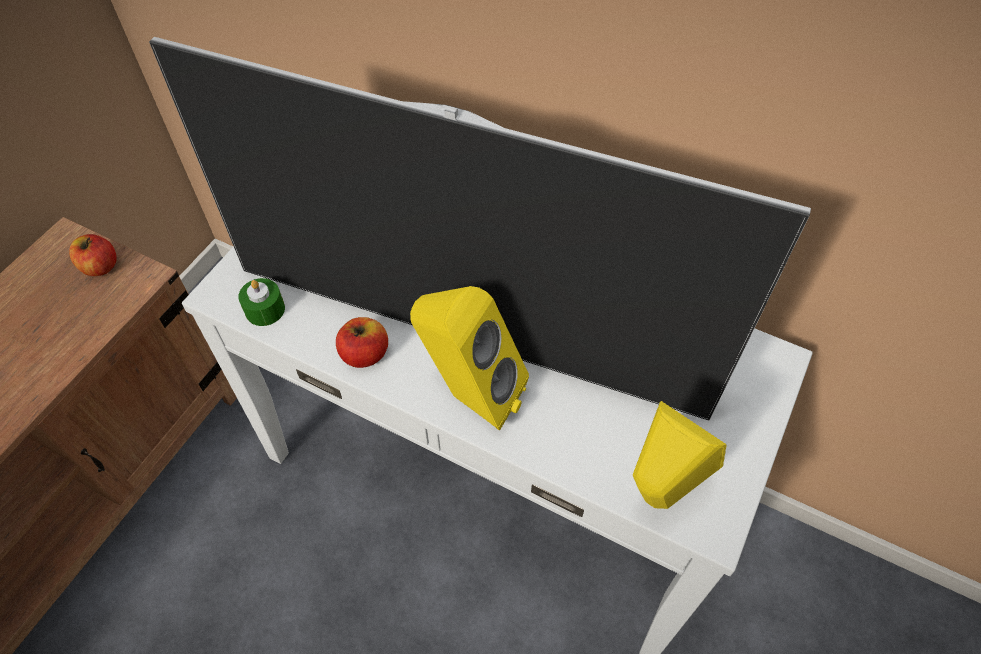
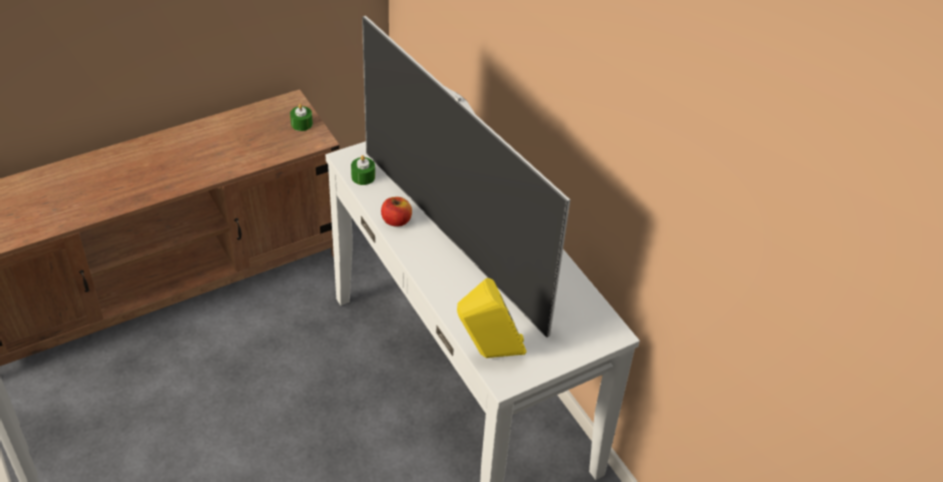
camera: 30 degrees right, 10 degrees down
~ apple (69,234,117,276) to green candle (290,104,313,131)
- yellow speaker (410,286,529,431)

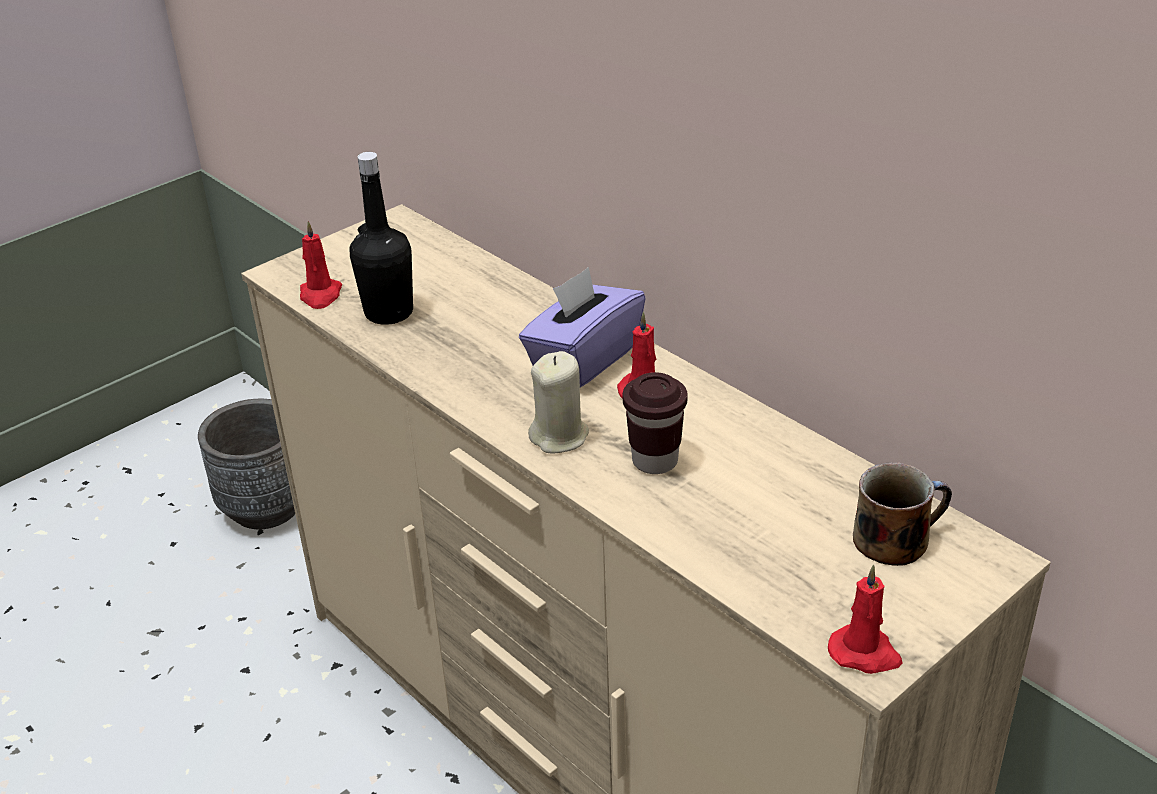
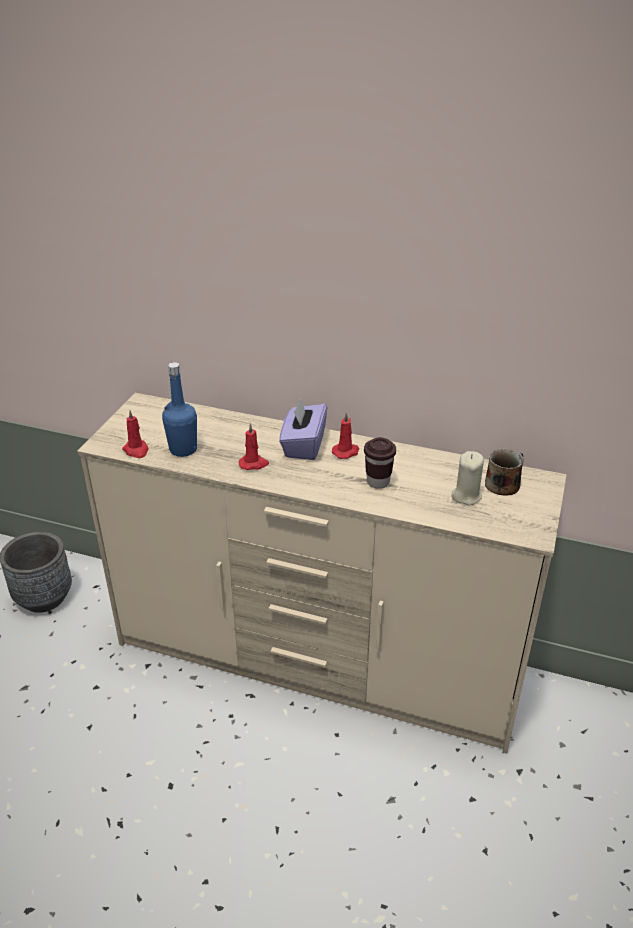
camera: 30 degrees left, 0 degrees up
~ black bottle (349,152,413,325) to blue bottle (162,362,197,457)
~ beige candle (528,351,589,453) to (451,451,484,505)
~ red candle (828,565,902,674) to (239,423,269,470)

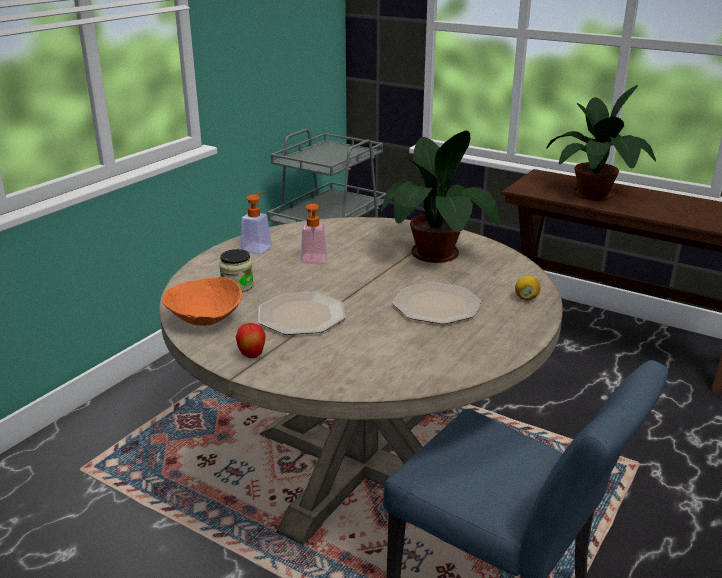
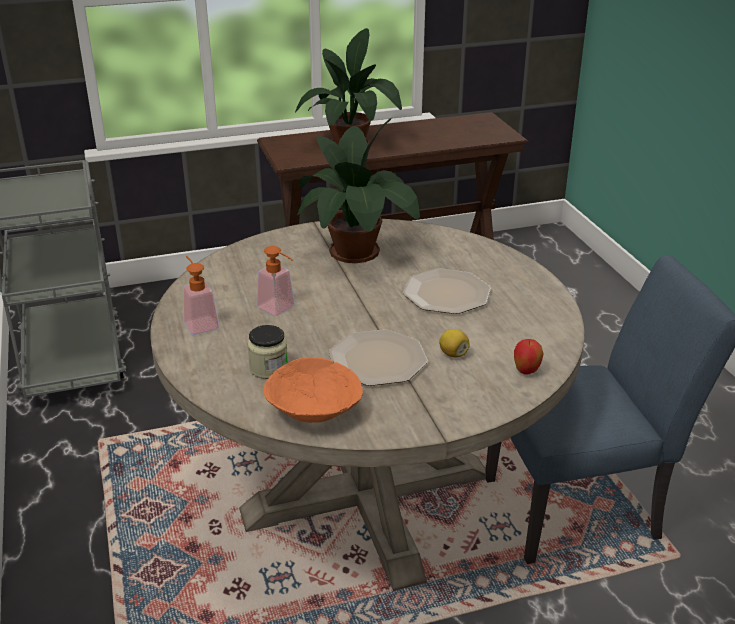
camera: 50 degrees left, 5 degrees up
~ lemon (515,276,540,300) to (439,329,470,358)
~ apple (236,323,266,358) to (514,339,544,375)

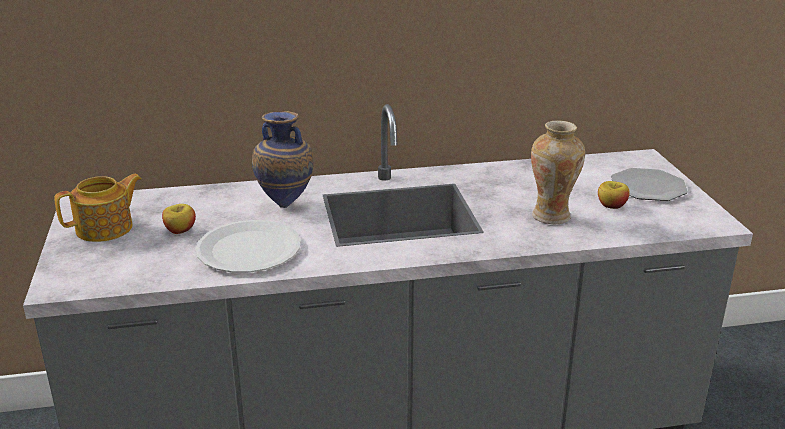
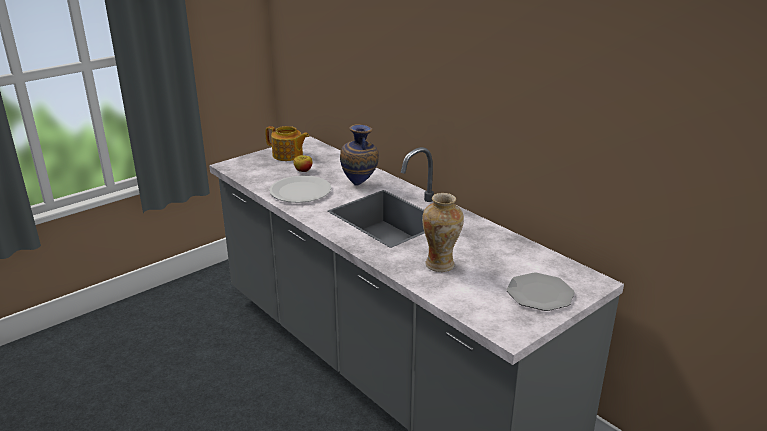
camera: 60 degrees right, 0 degrees up
- apple (598,181,630,209)

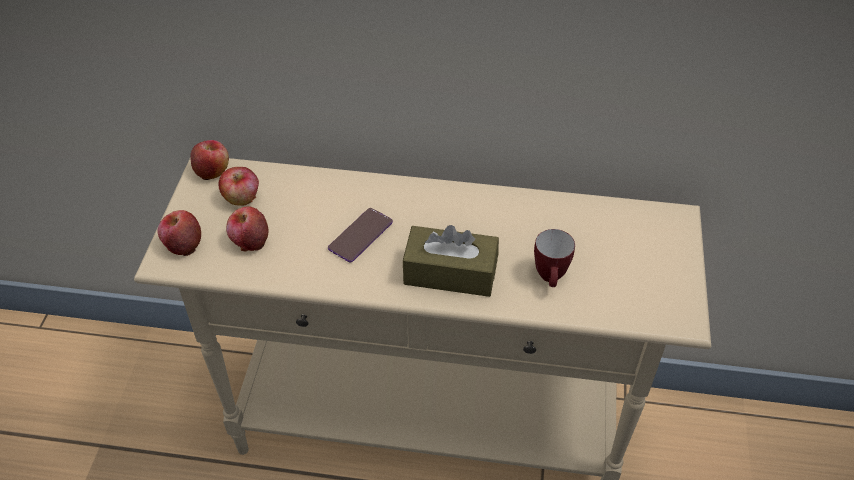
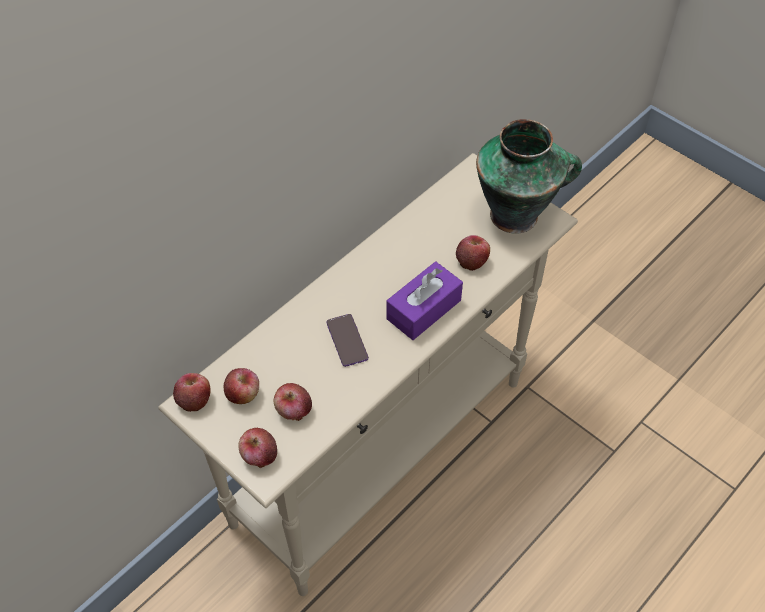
camera: 55 degrees left, 5 degrees up
~ brown tissue box (403,225,499,297) to purple tissue box (386,262,463,340)
~ mug (534,229,575,287) to apple (456,235,490,271)
+ vase (476,119,582,234)

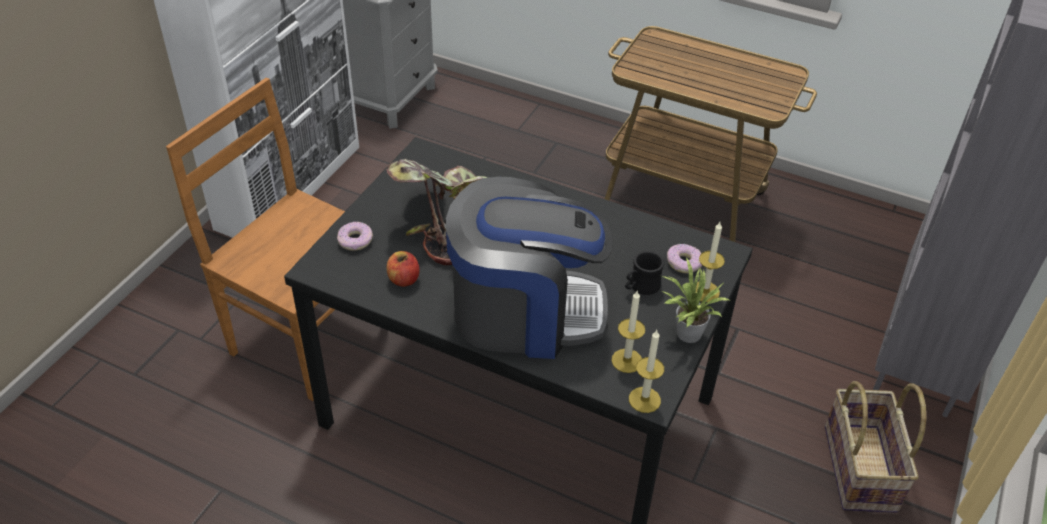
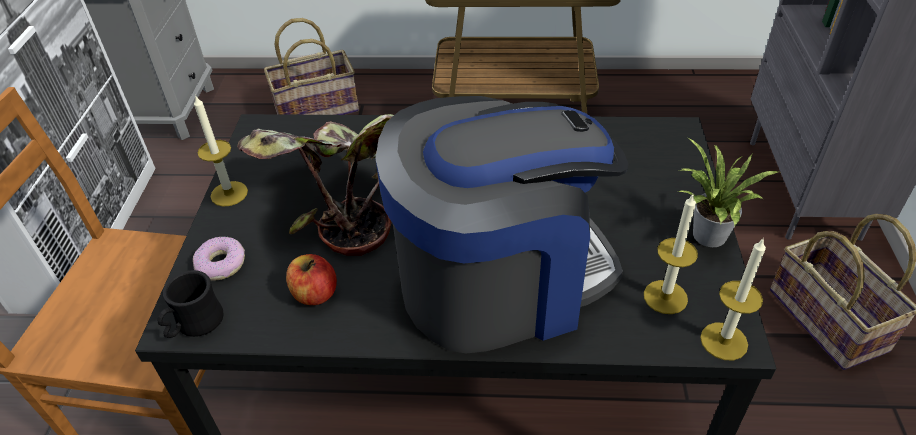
camera: 20 degrees left, 0 degrees up
~ candle (696,222,725,302) to (194,95,248,206)
- donut (667,244,702,273)
~ black mug (625,251,664,295) to (157,270,224,338)
+ basket (264,18,359,115)

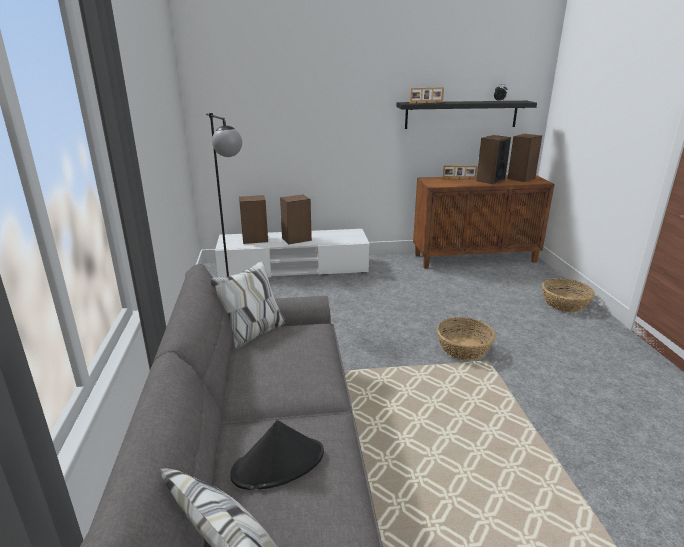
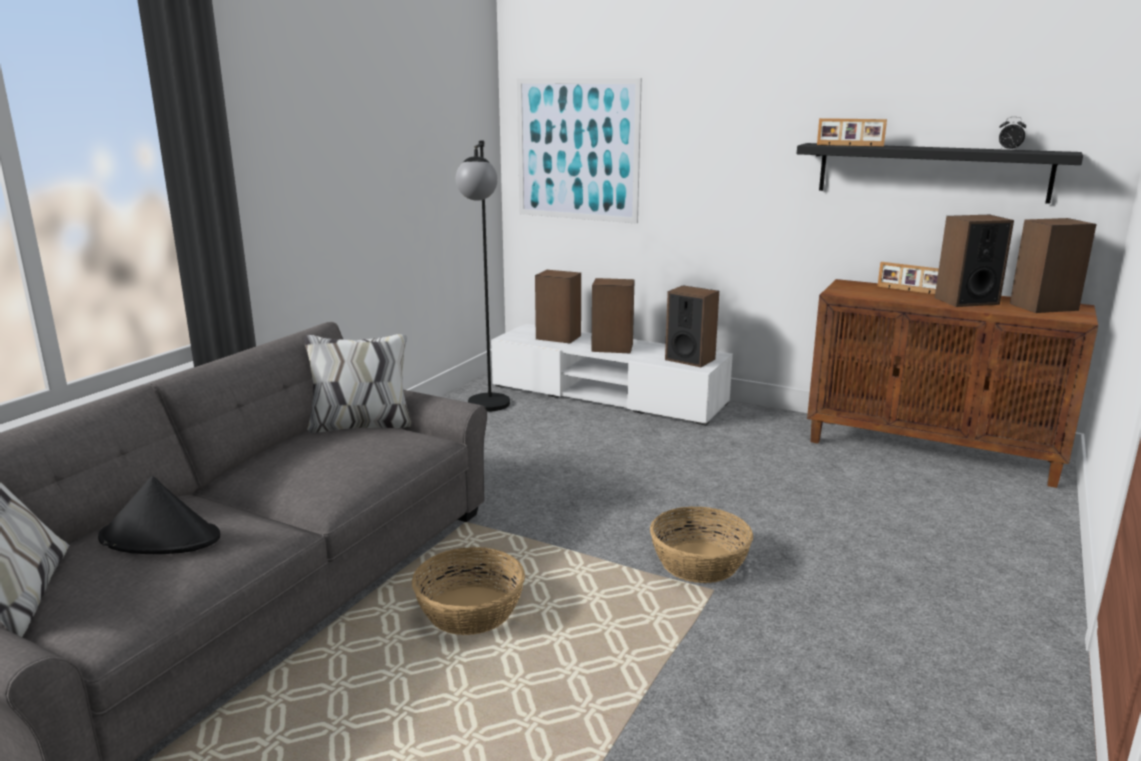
camera: 35 degrees right, 5 degrees down
~ basket (542,278,595,313) to (412,547,525,635)
+ picture (517,78,642,224)
+ speaker (665,285,719,367)

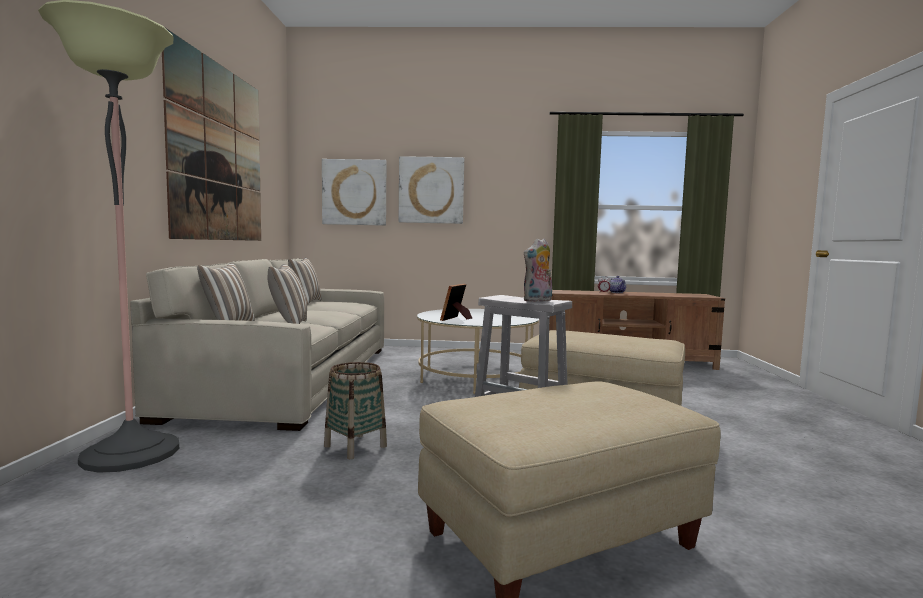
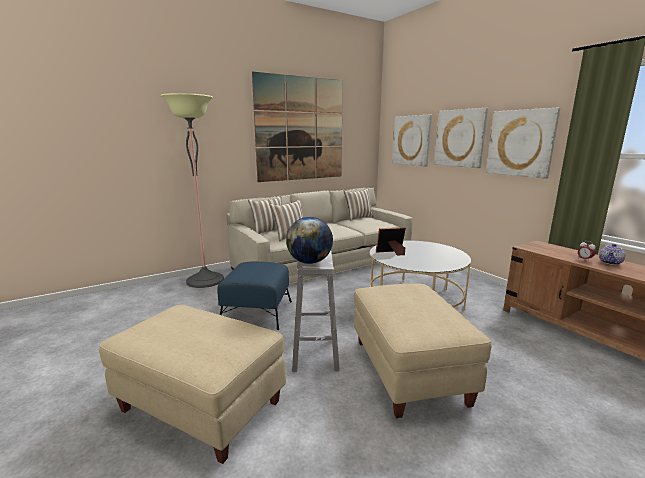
camera: 55 degrees right, 10 degrees up
~ plush toy (524,239,552,302) to globe (286,217,333,264)
~ basket (324,362,387,459) to blue ottoman (217,262,292,330)
+ picture (486,108,560,179)

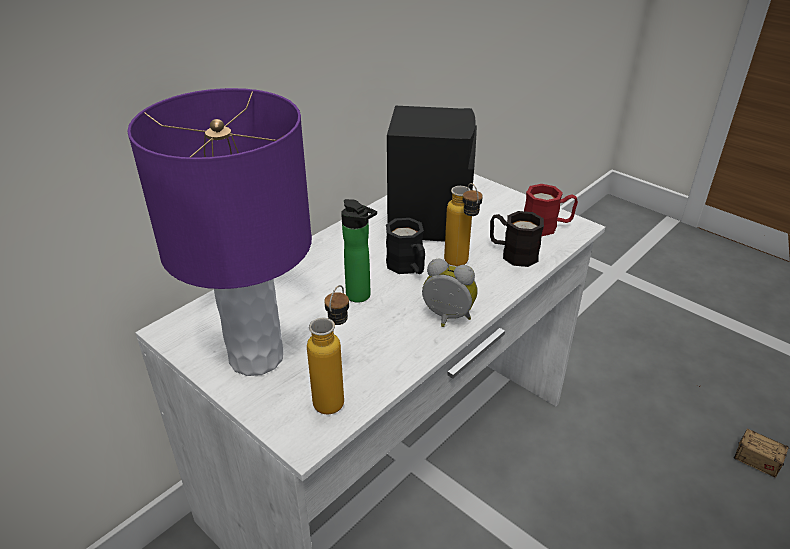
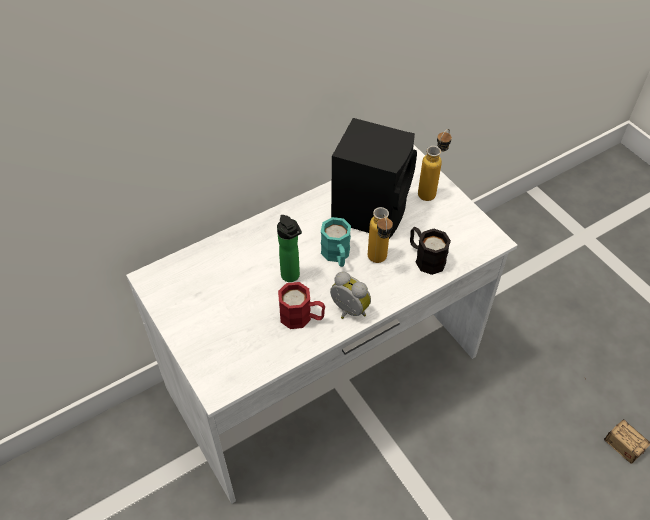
camera: 15 degrees right, 15 degrees up
- purple table lamp (127,88,312,376)
~ red mug (524,184,578,236) to (278,282,325,329)
~ black mug (386,218,425,274) to turquoise mug (321,217,351,267)
~ bottle (307,285,349,414) to (418,129,452,201)

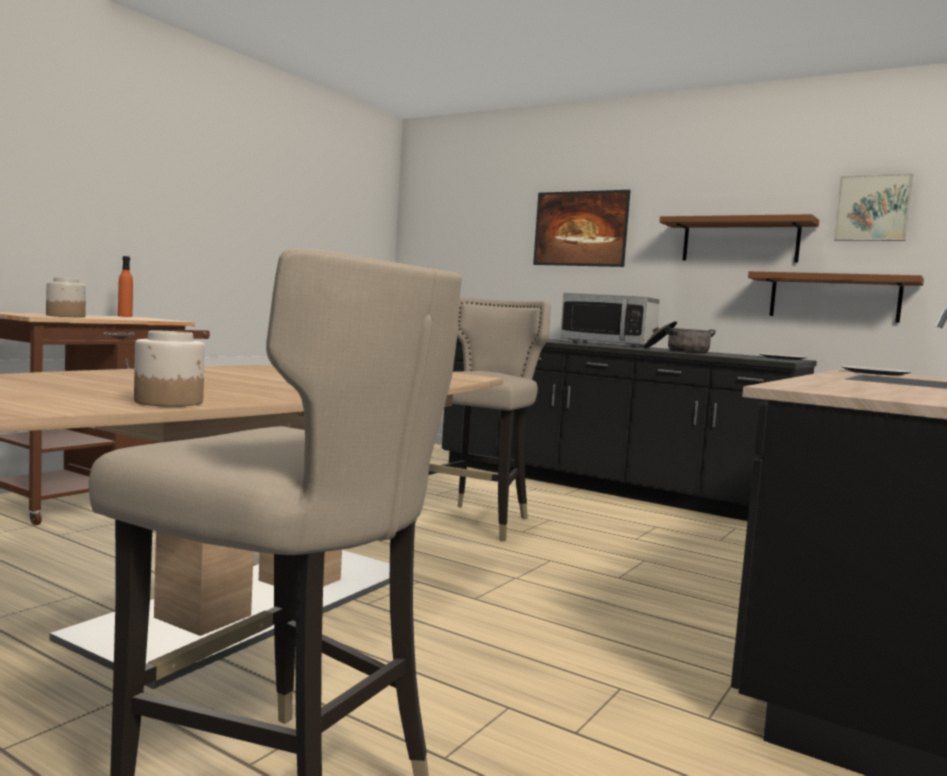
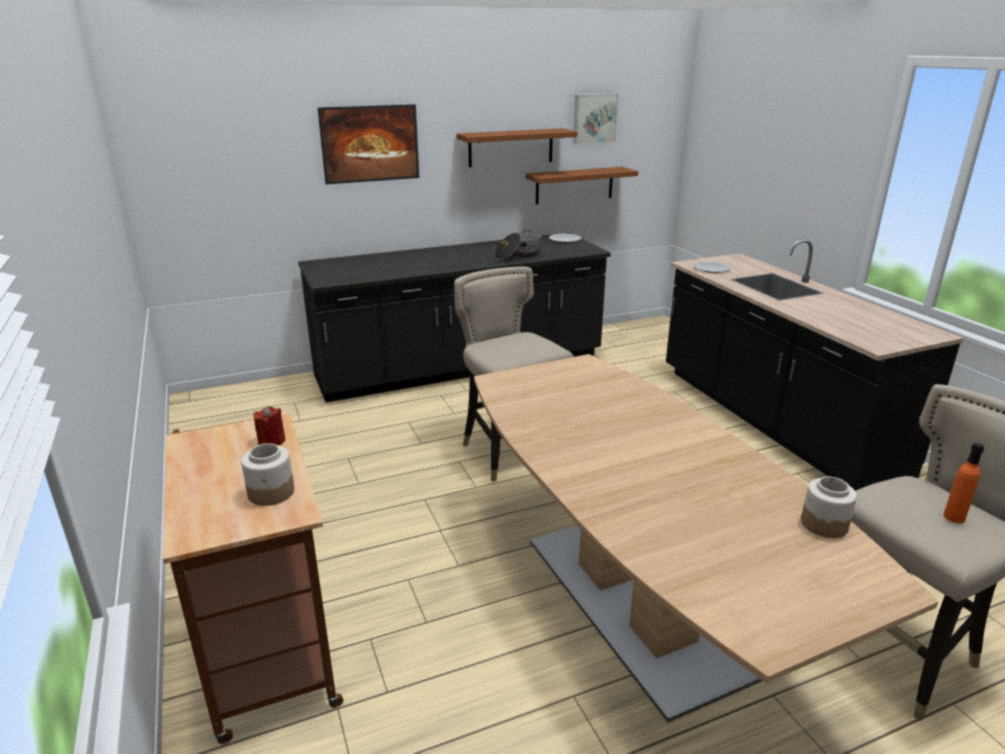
camera: 55 degrees left, 20 degrees up
~ orange bottle (118,256,133,317) to (943,443,984,523)
- microwave (560,293,660,347)
+ red candle (254,406,285,446)

